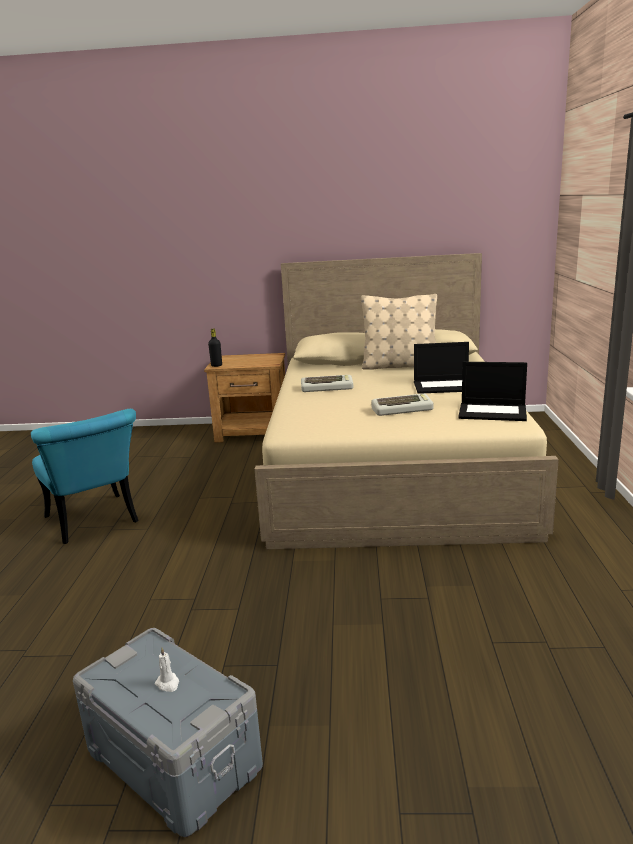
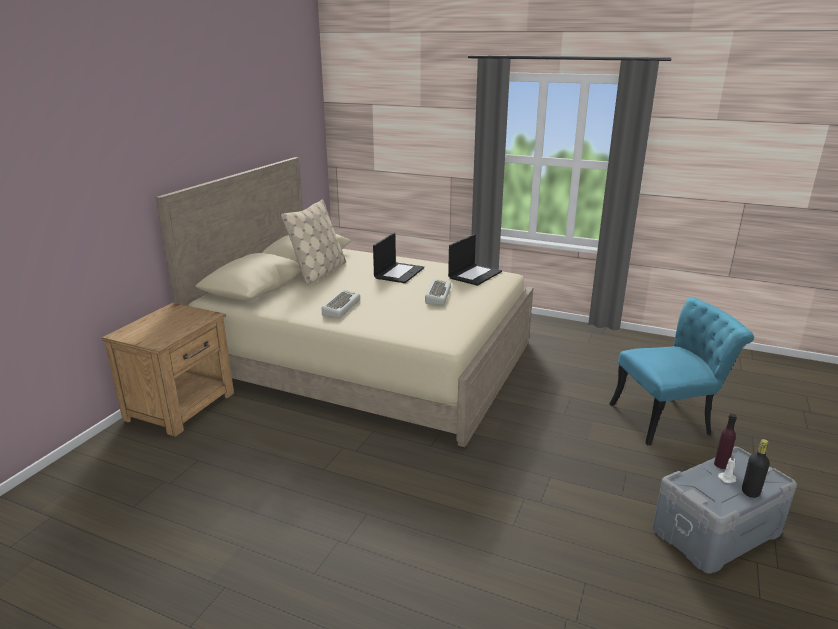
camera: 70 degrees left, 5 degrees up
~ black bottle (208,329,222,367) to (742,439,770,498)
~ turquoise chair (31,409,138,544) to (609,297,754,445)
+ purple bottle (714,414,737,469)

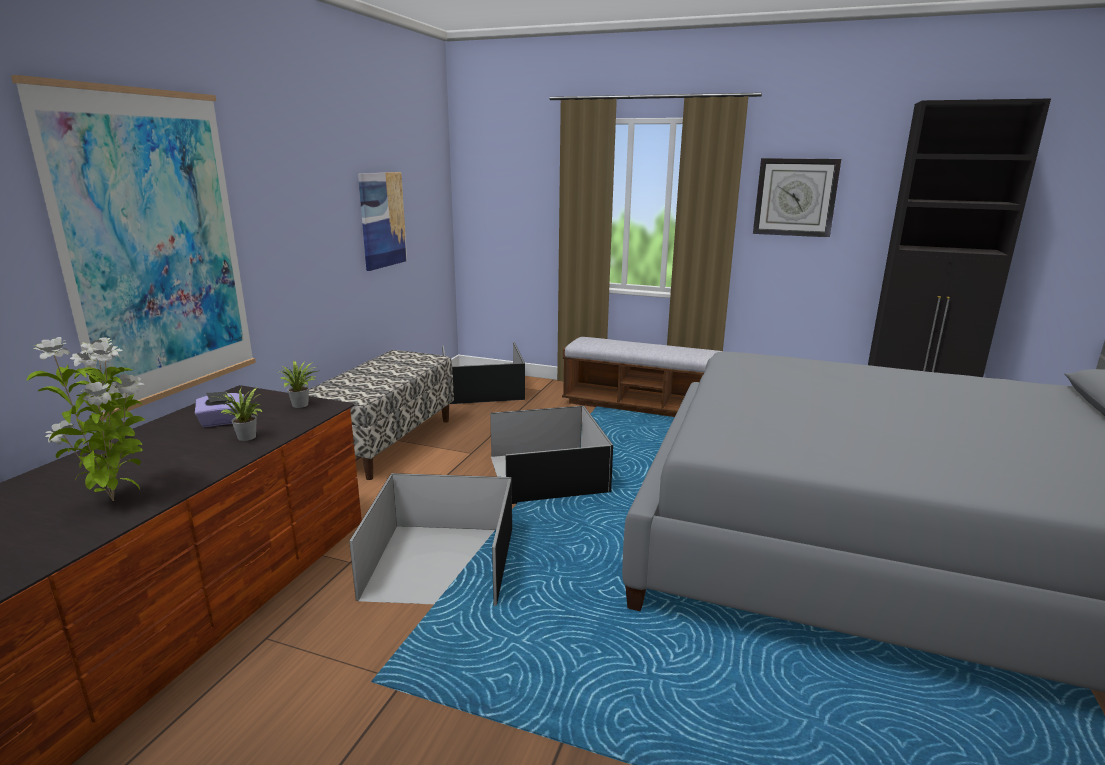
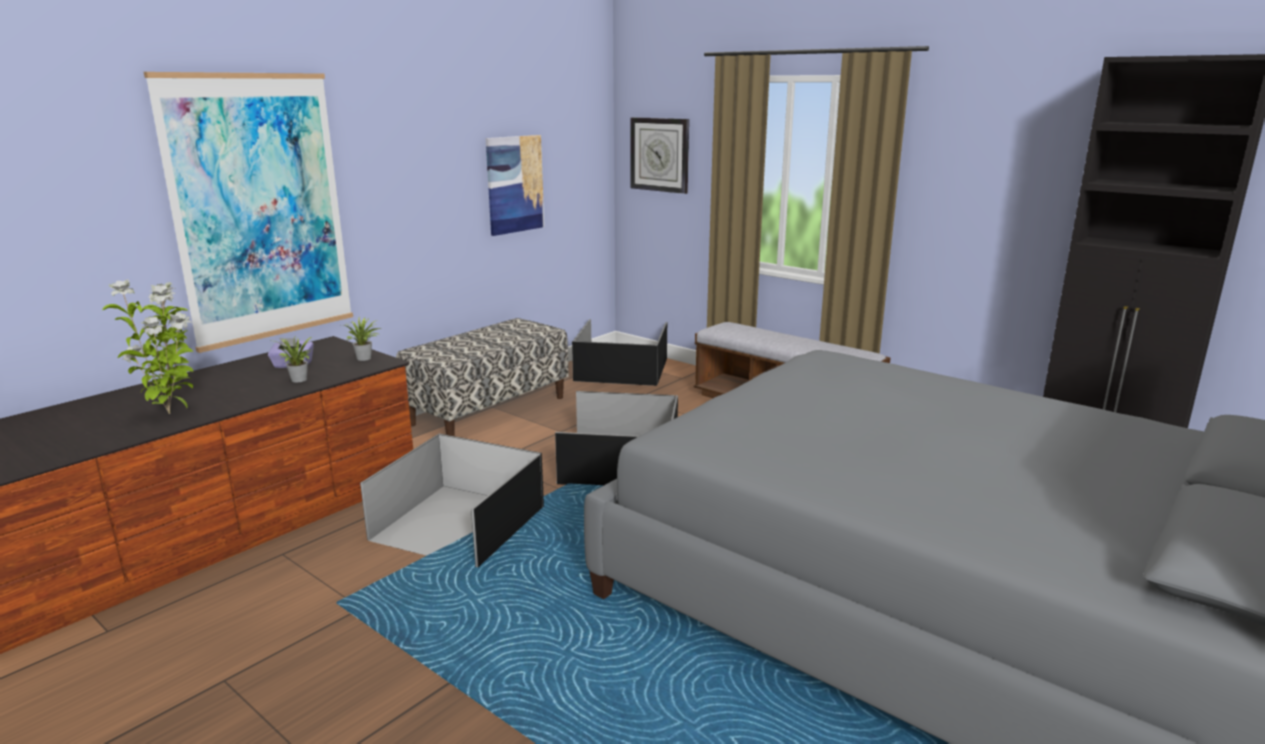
camera: 20 degrees right, 0 degrees up
~ wall clock (753,158,841,237) to (630,117,689,194)

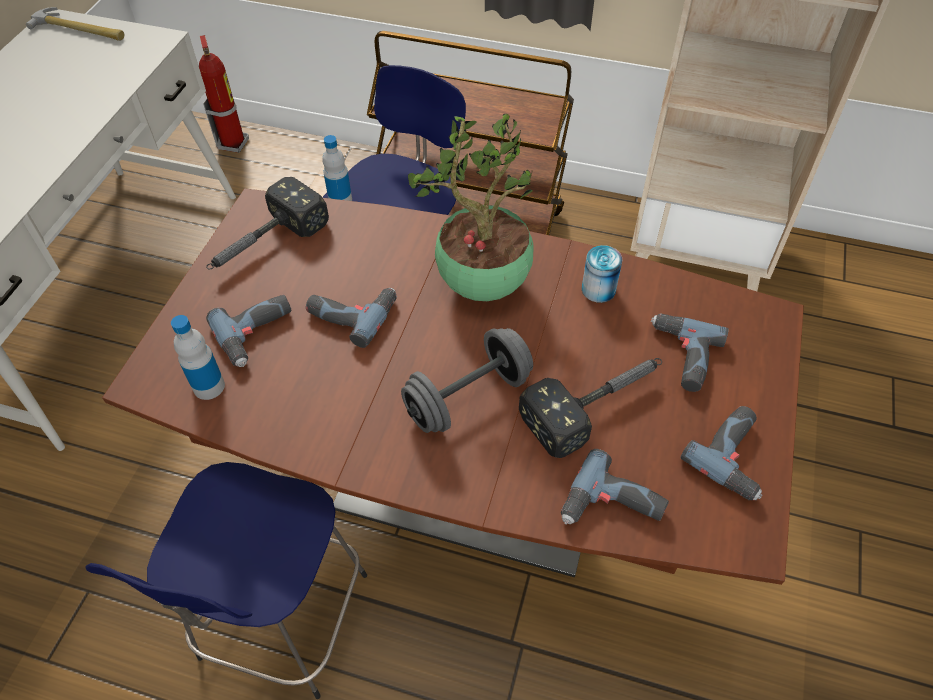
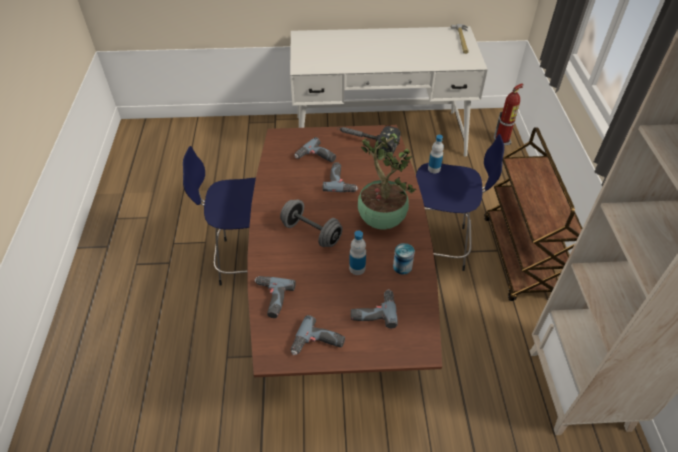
camera: 70 degrees right, 5 degrees down
~ bottle (171,315,225,400) to (349,230,366,275)
- hammer (519,358,662,458)

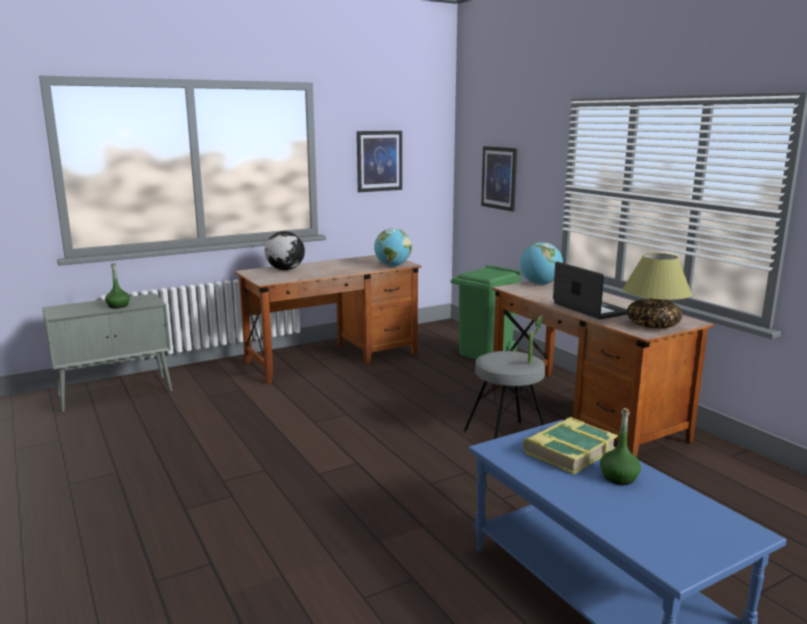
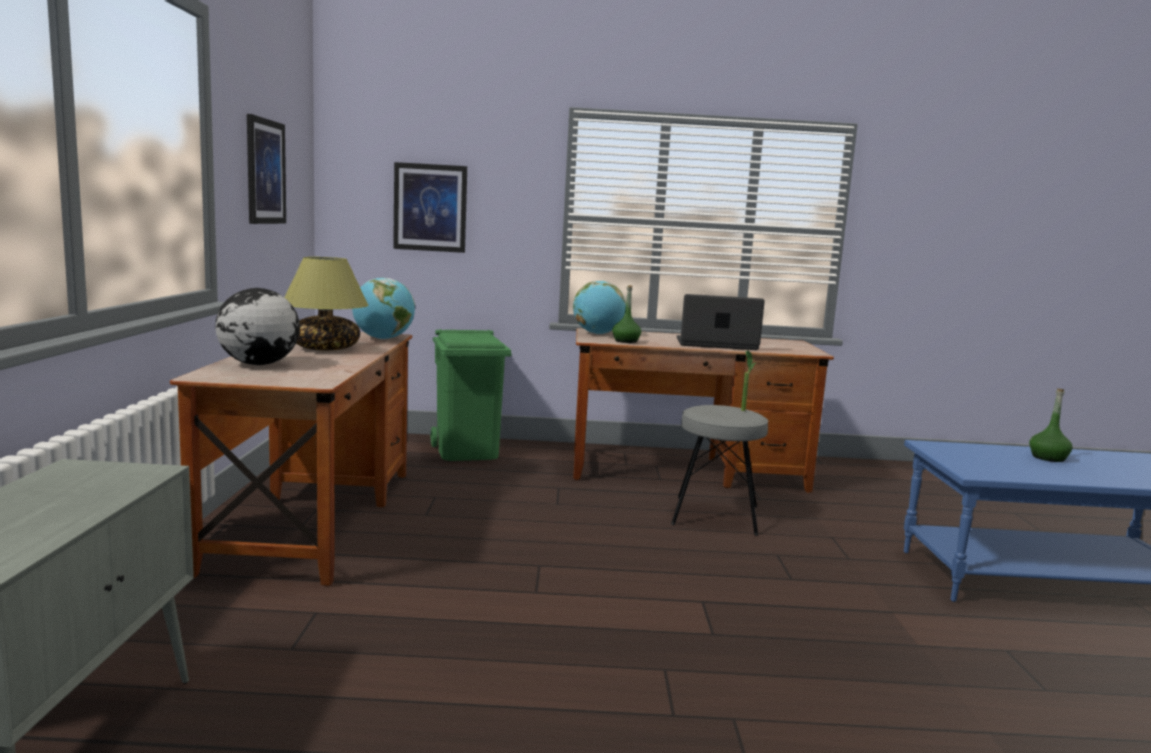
camera: 60 degrees left, 5 degrees down
~ table lamp (623,253,692,328) to (284,257,368,351)
~ green bottle (105,263,130,308) to (612,285,641,343)
- book (523,417,618,475)

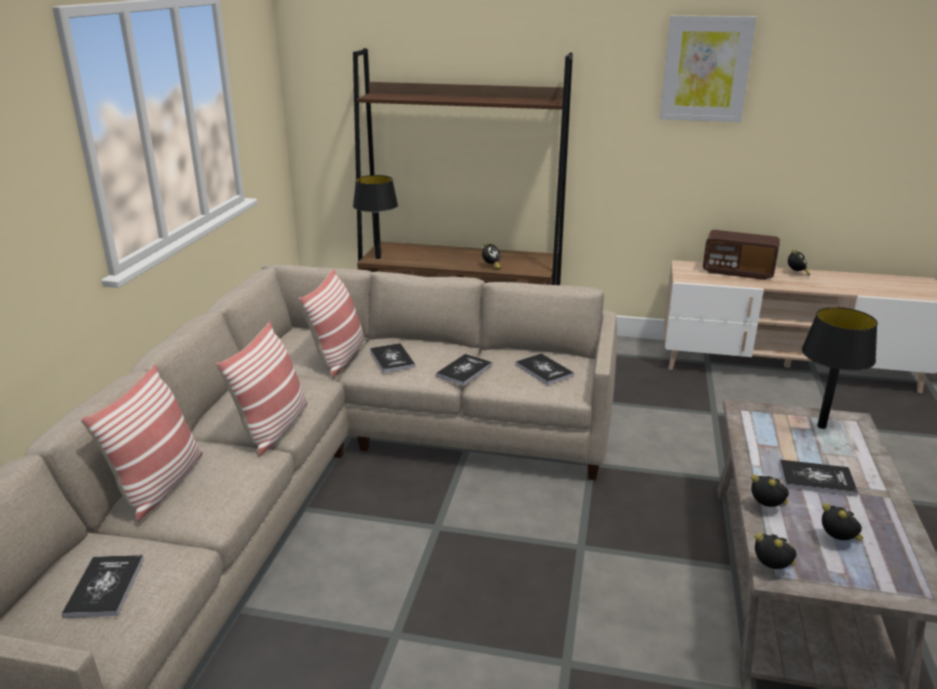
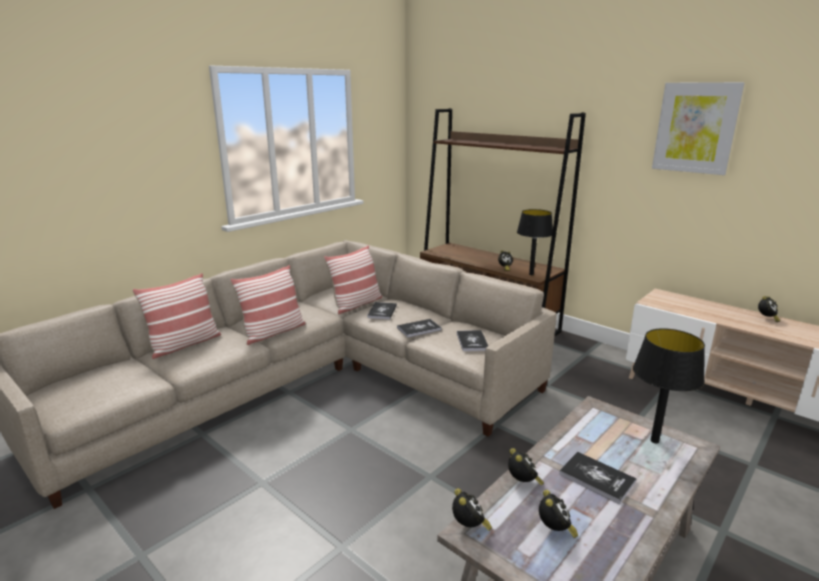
camera: 30 degrees right, 5 degrees down
~ black table lamp (353,175,398,259) to (517,209,553,275)
- radio (703,230,780,280)
- book (62,555,144,618)

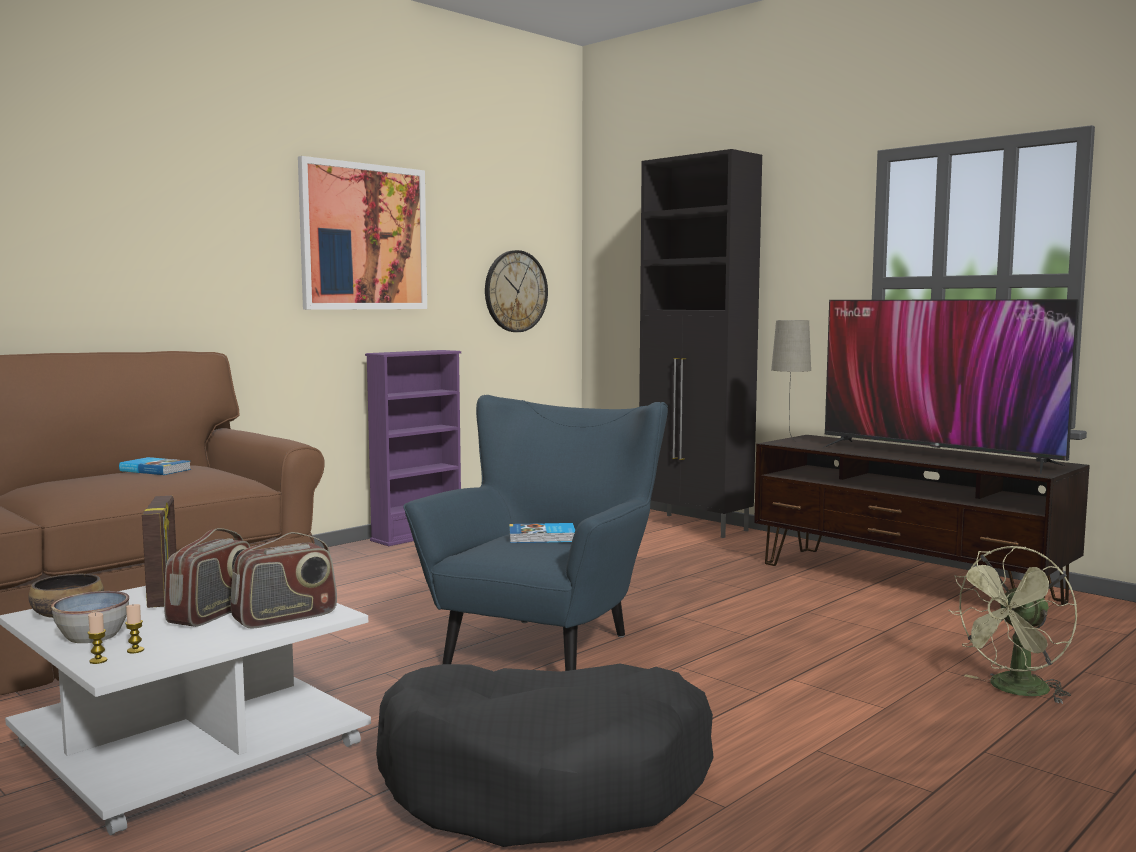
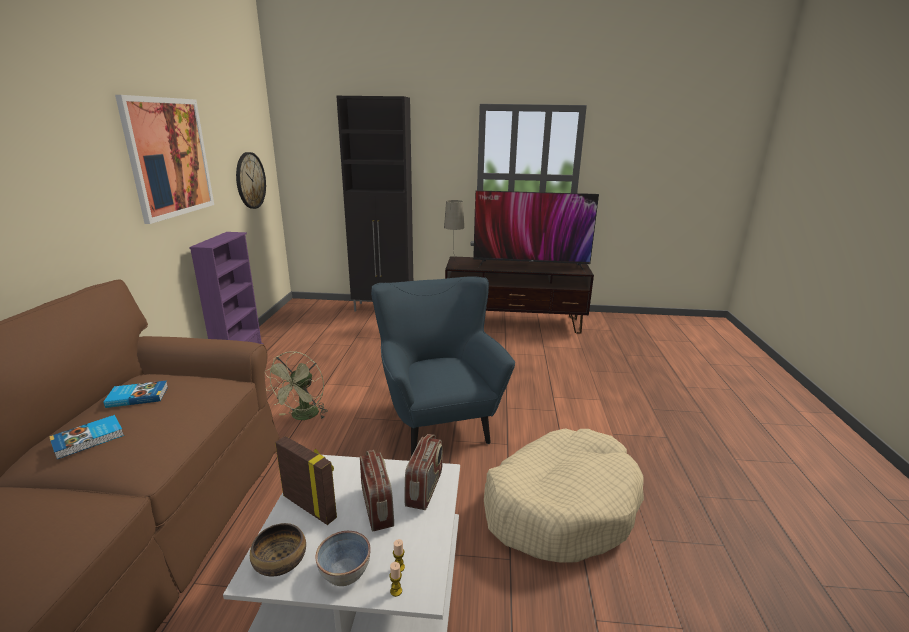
camera: 40 degrees left, 15 degrees up
~ book (509,523,575,543) to (49,415,124,459)
~ green fan (948,546,1077,704) to (265,351,328,420)
~ black dog bed (376,664,714,847) to beige dog bed (484,428,644,563)

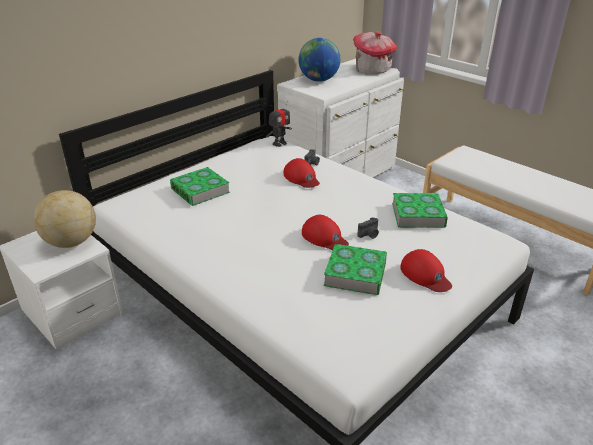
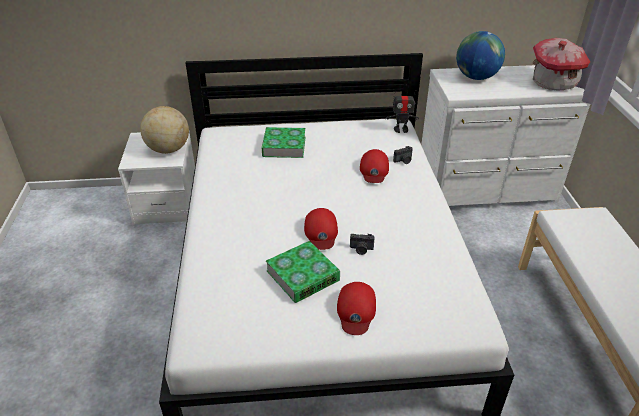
camera: 40 degrees right, 5 degrees up
- book (392,193,448,228)

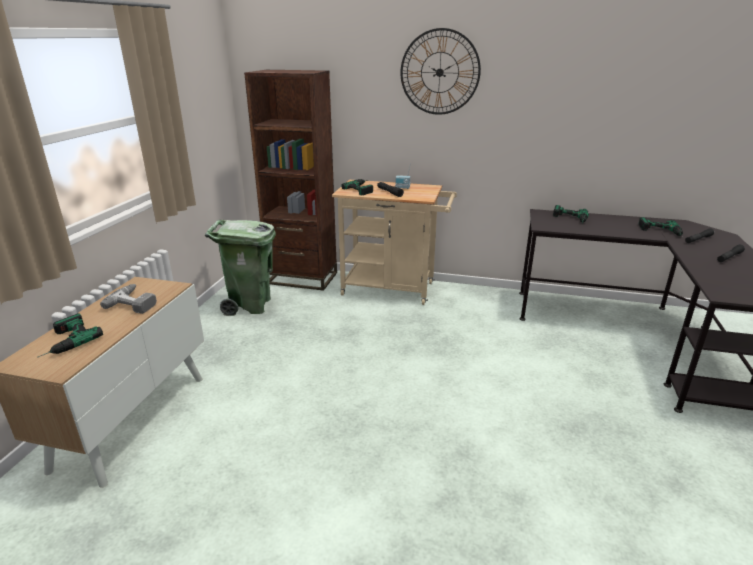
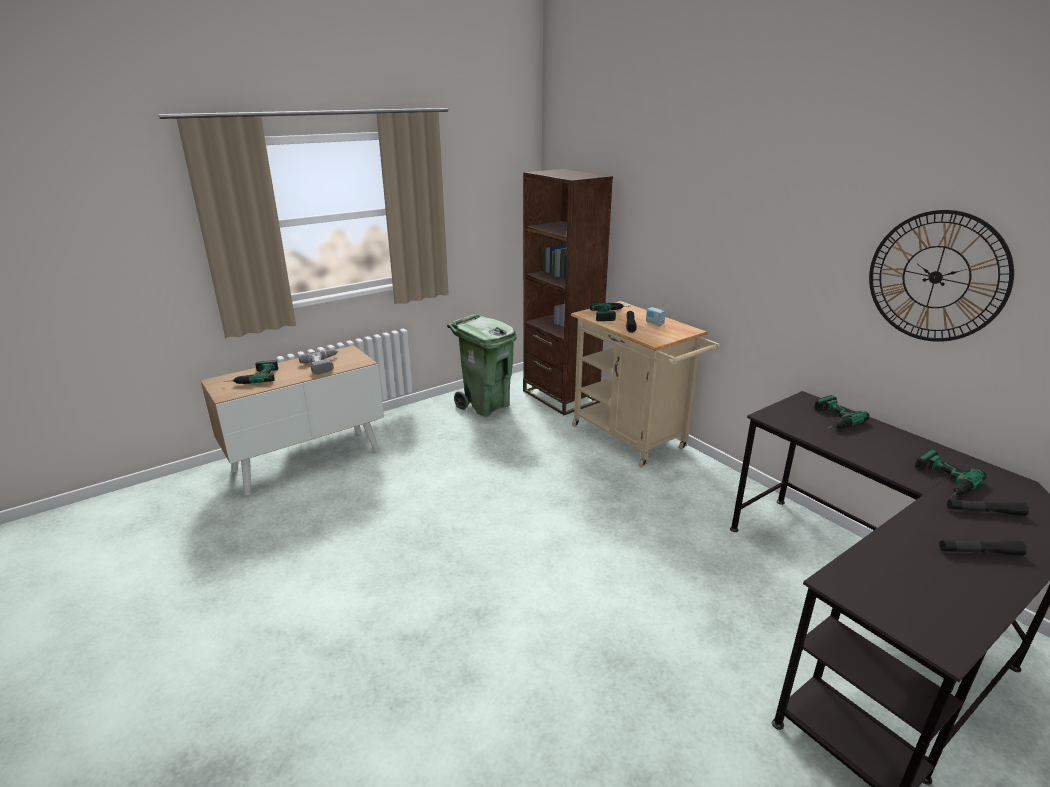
camera: 40 degrees right, 0 degrees up
~ wall clock (400,28,481,115) to (869,210,1014,342)

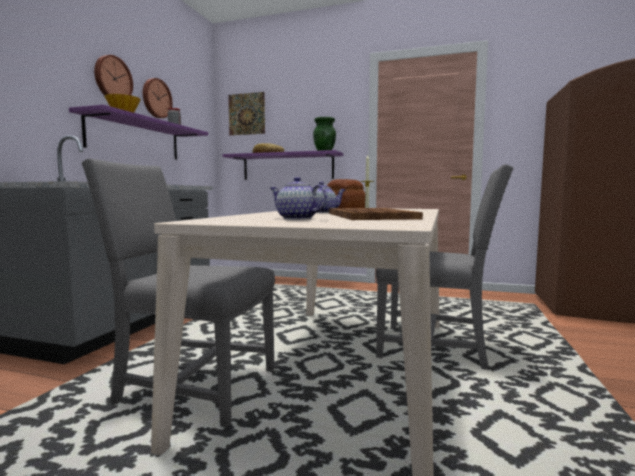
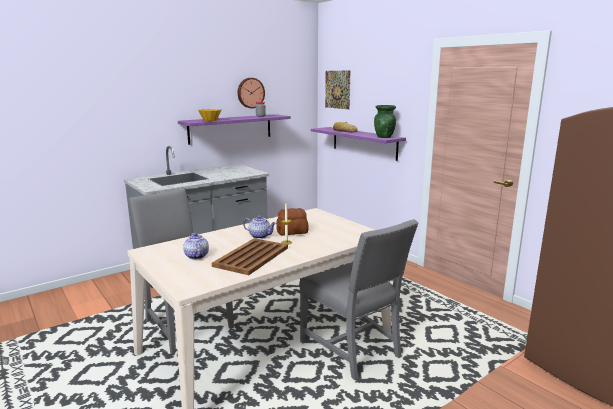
camera: 35 degrees right, 10 degrees up
- wall clock (94,55,133,96)

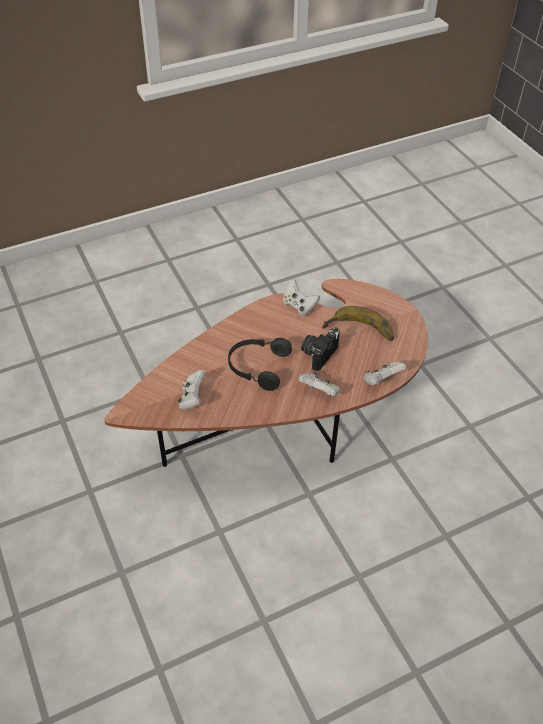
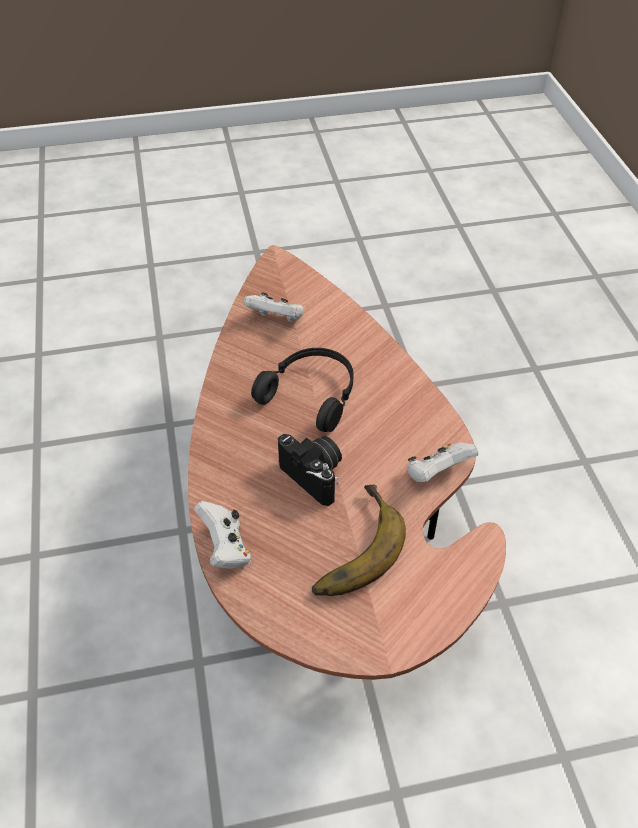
camera: 105 degrees right, 0 degrees up
- white game controller (298,372,340,396)

